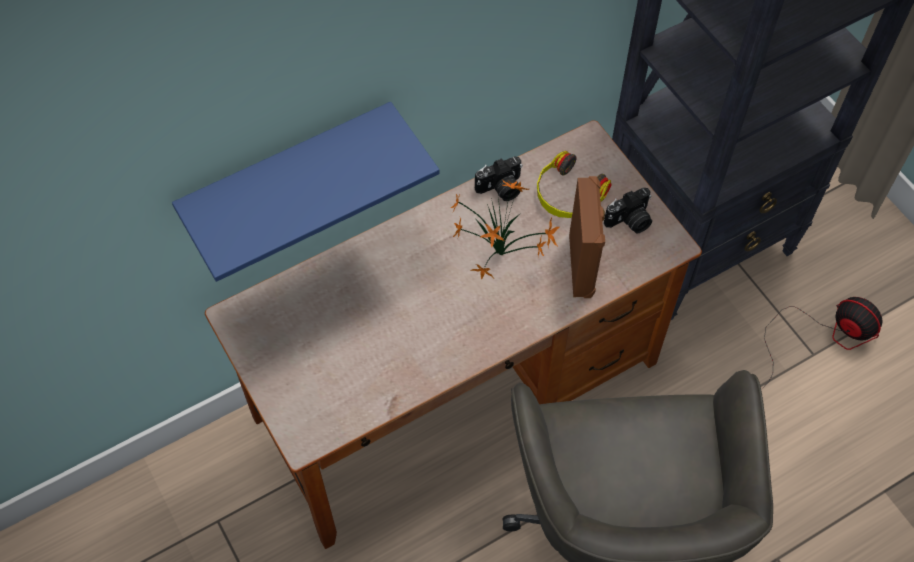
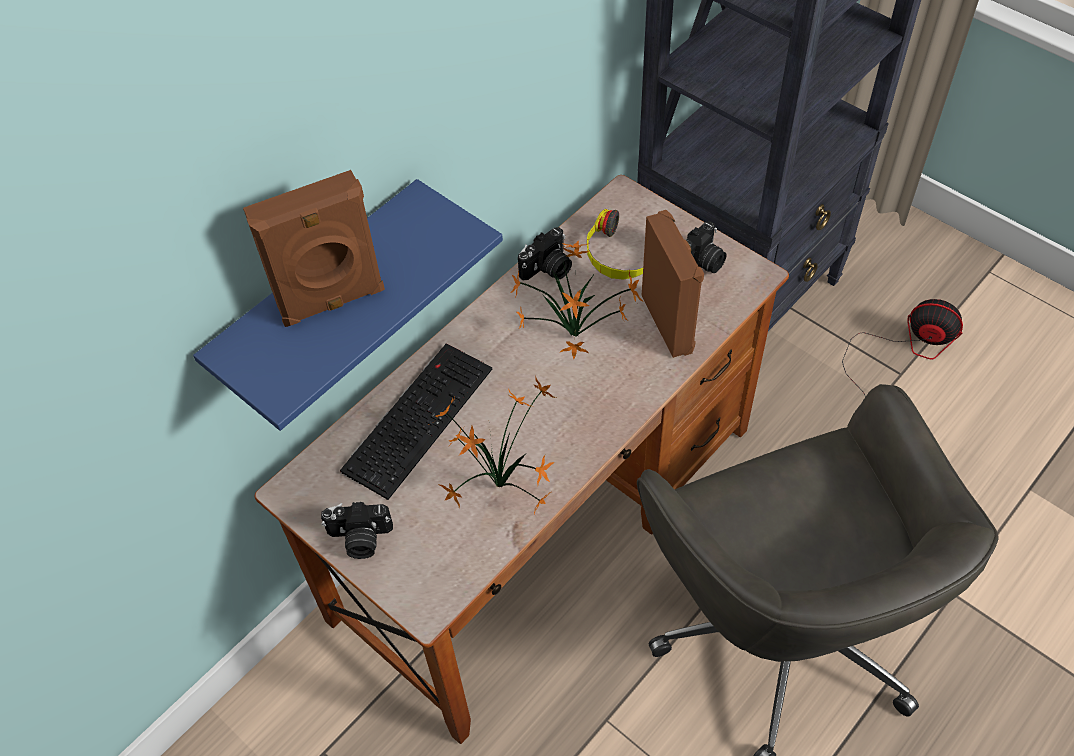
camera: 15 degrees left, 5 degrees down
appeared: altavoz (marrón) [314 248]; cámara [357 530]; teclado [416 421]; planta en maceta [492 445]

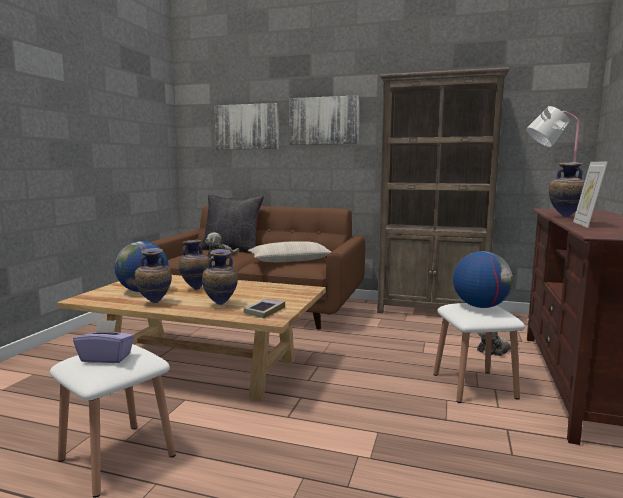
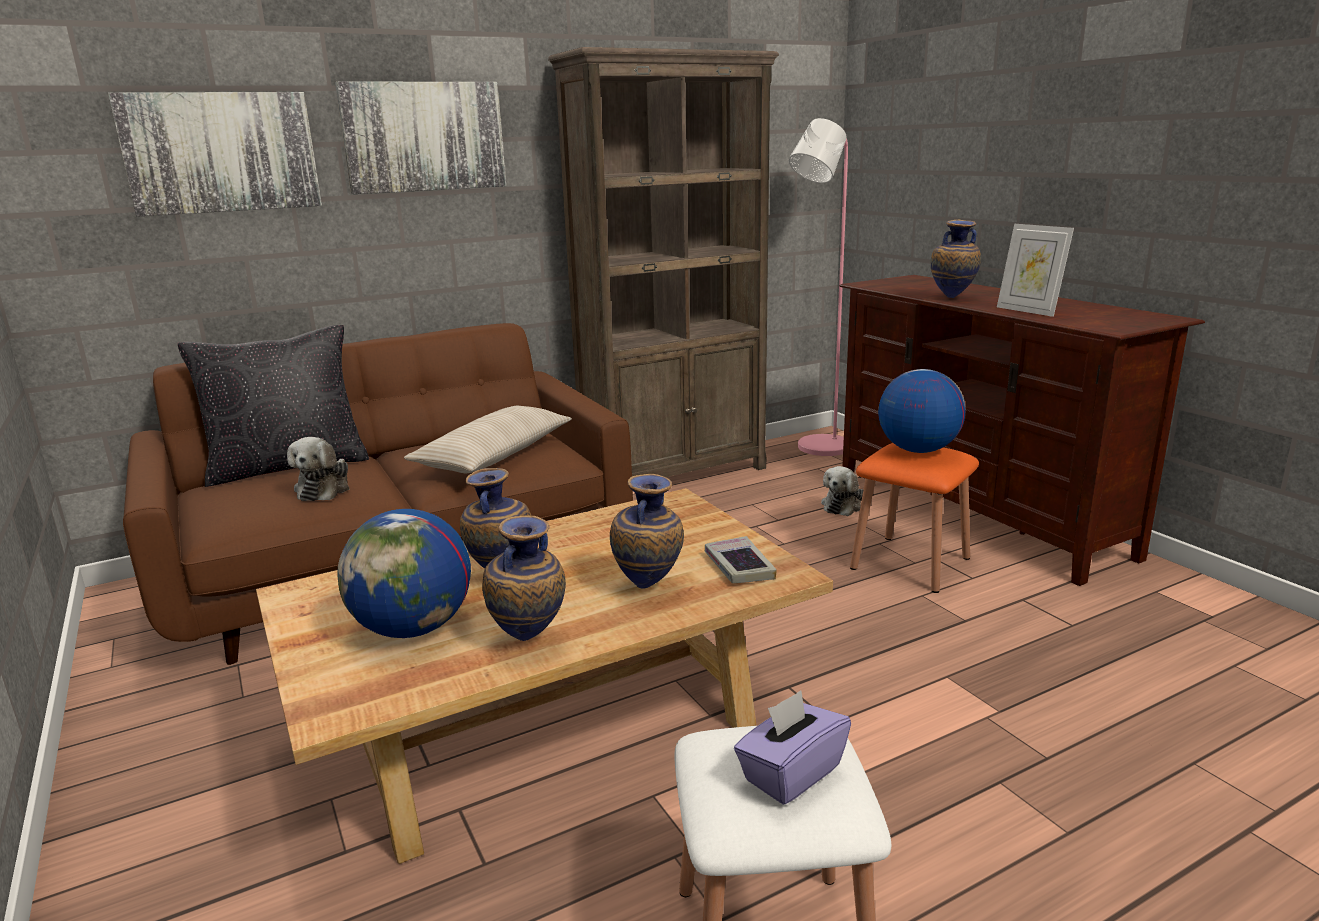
camera: 45 degrees left, 10 degrees up
colour: taburete (blanco) [479 353] to taburete (naranja) [914 518]

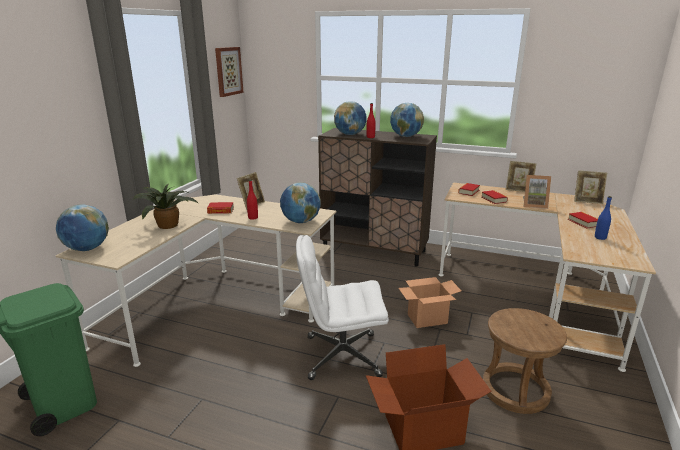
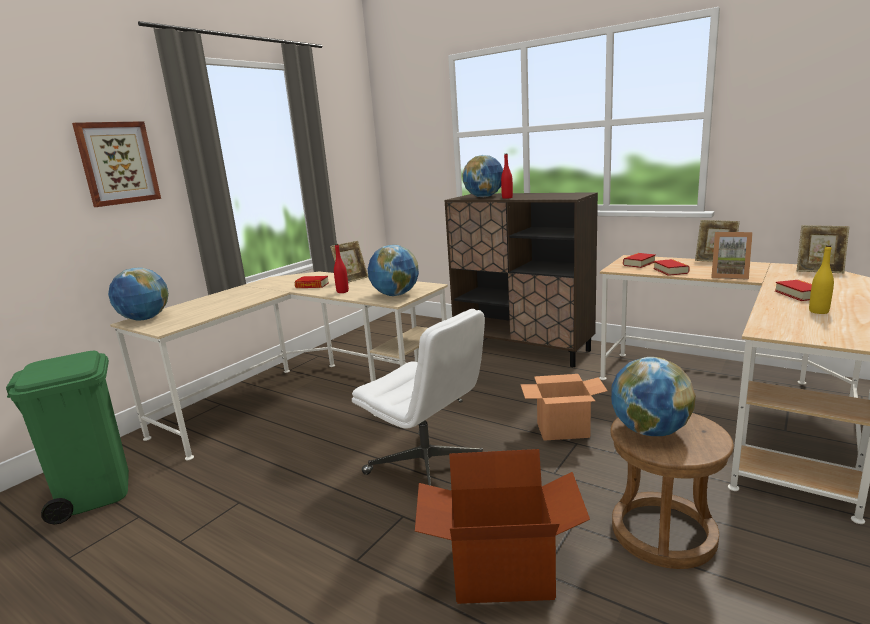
camera: 15 degrees right, 5 degrees down
missing: planta en maceta [165 206]
relocated: cuadro [229 72] to [116 164]; globo terráqueo [407 120] to [653 396]
colour: botella (azul) [603 218] to botella (amarillo) [821 279]
spun: silla de oficina (blanco) [342 307] = [420 397] 150 degrees counterclockwise

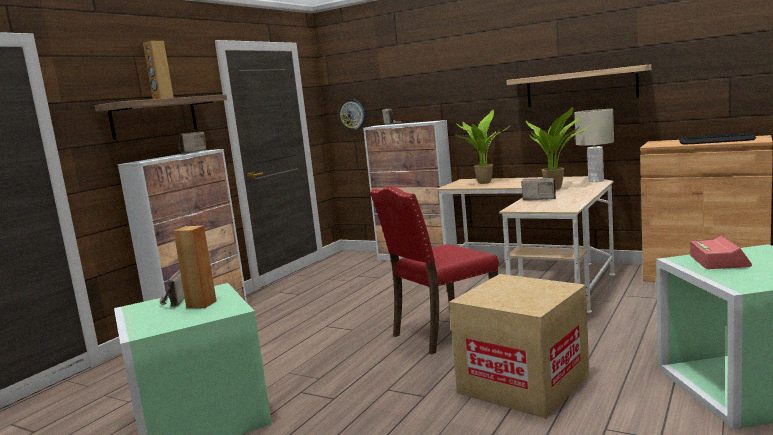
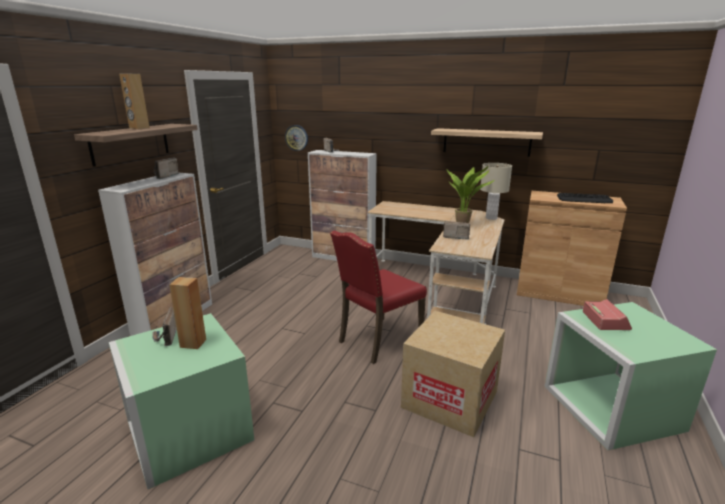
camera: 10 degrees left, 10 degrees up
missing: planta en maceta [482 147]

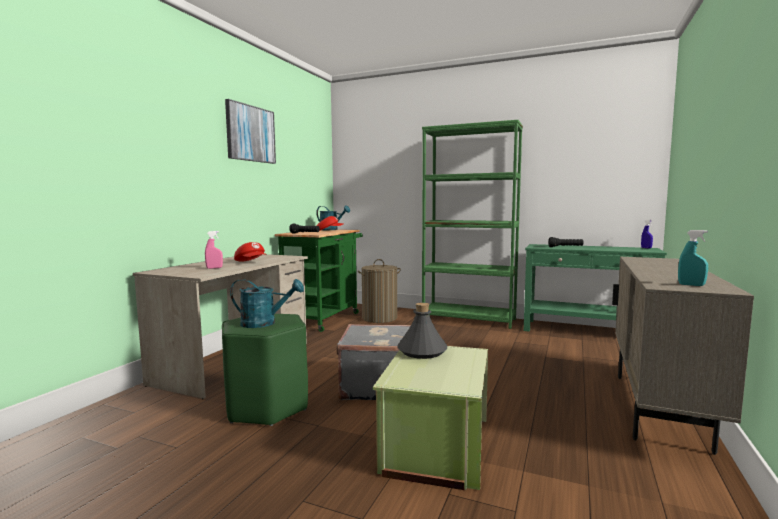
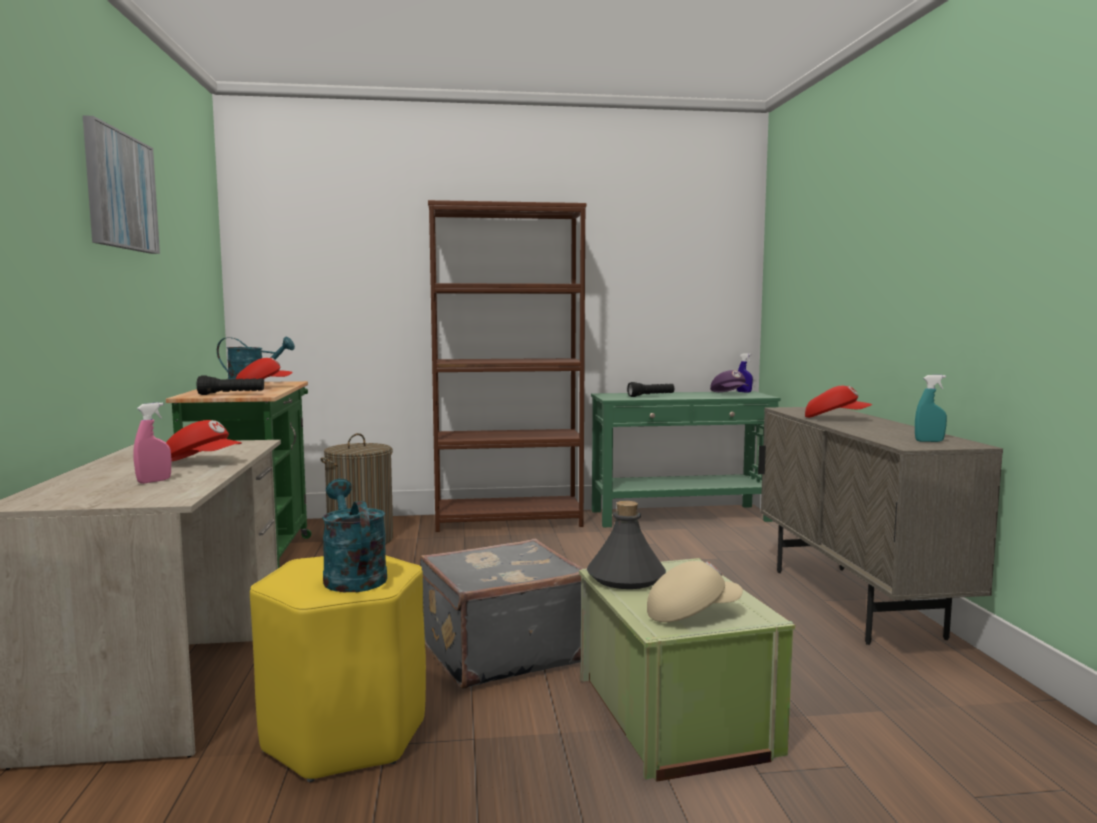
camera: 30 degrees left, 0 degrees up
appeared: gorra (beis) [695 591]; gorra (morado) [729 381]; gorra (rojo) [838 402]
colour: taburete (verde) [265 370] to taburete (amarillo) [338 669]; estantería (verde) [472 224] to estantería (marrón) [507 366]
spun: regadera (turquesa) [267 303] = [354 535] 90 degrees counterclockwise

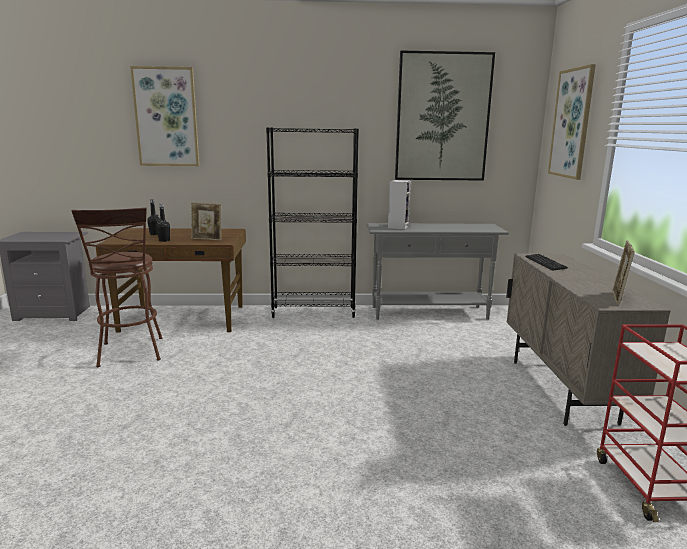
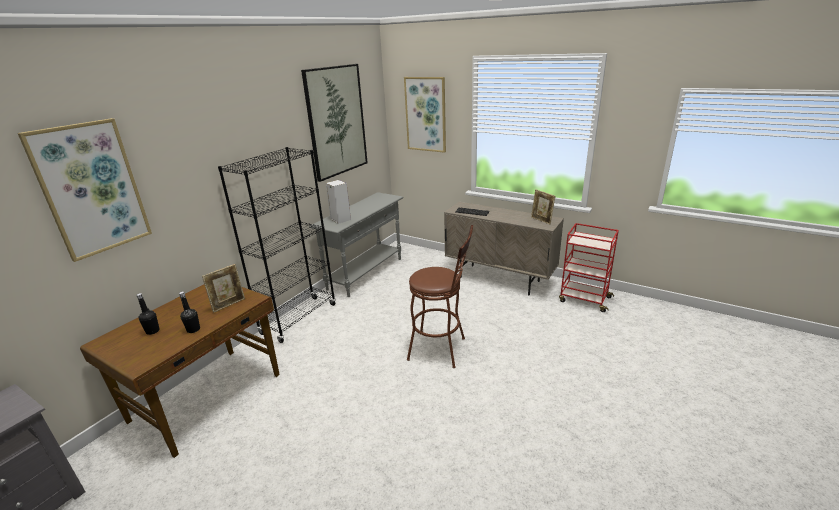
camera: 55 degrees left, 10 degrees up
relocated: taburete (marrón) [116 287] to [440 296]

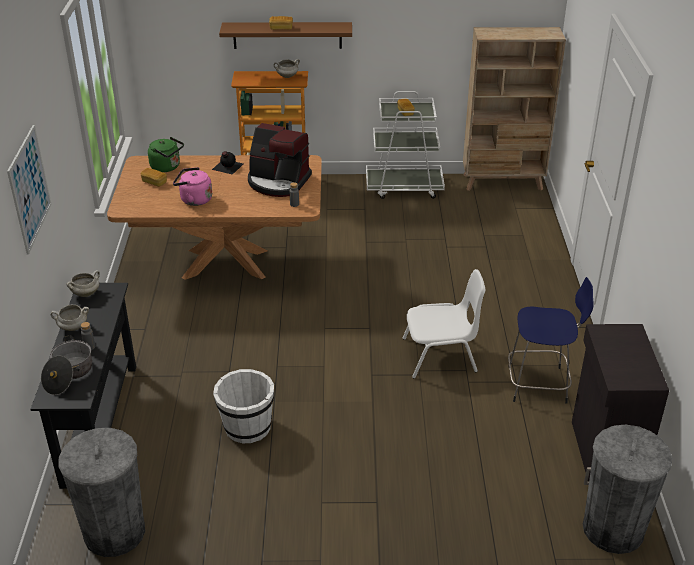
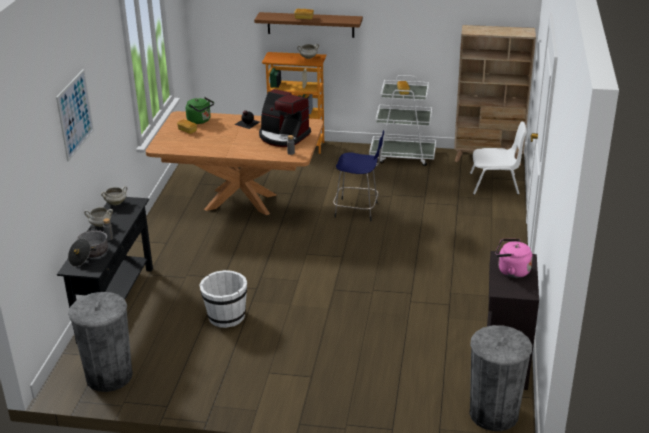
camera: 10 degrees right, 5 degrees down
relocated: taburete (azul) [551 340] to [358 175]; silla (blanco) [444 324] to [498 158]; hervidor (rosa) [192 186] to [513 258]

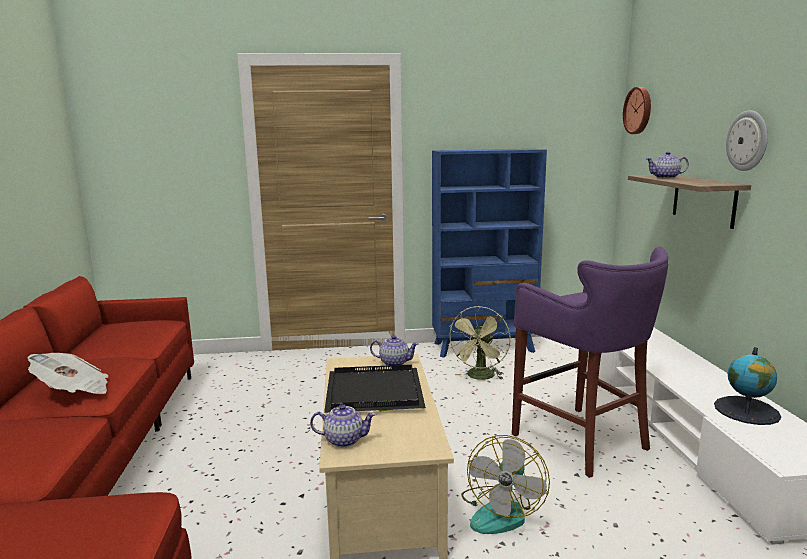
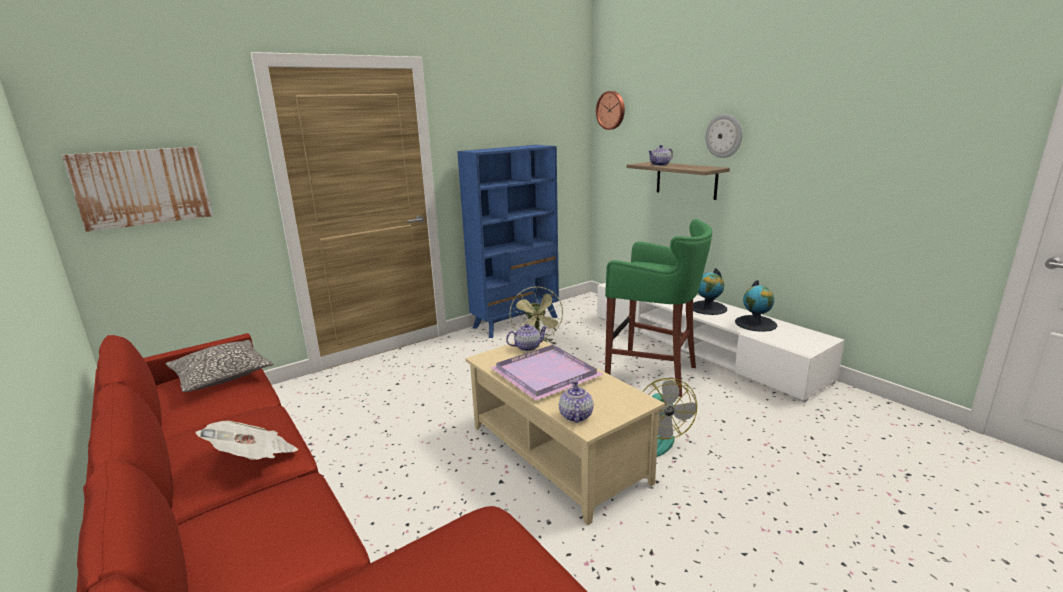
camera: 30 degrees left, 5 degrees up
appeared: cuadro [137 189]; cojín [220 366]; globo terráqueo [710 291]
colour: bandeja (negro) [375 389] to bandeja (morado) [547 373]; taburete (morado) [590 362] to taburete (verde) [658 308]
spun: tetera [343 425] = [576 401] 60 degrees counterclockwise

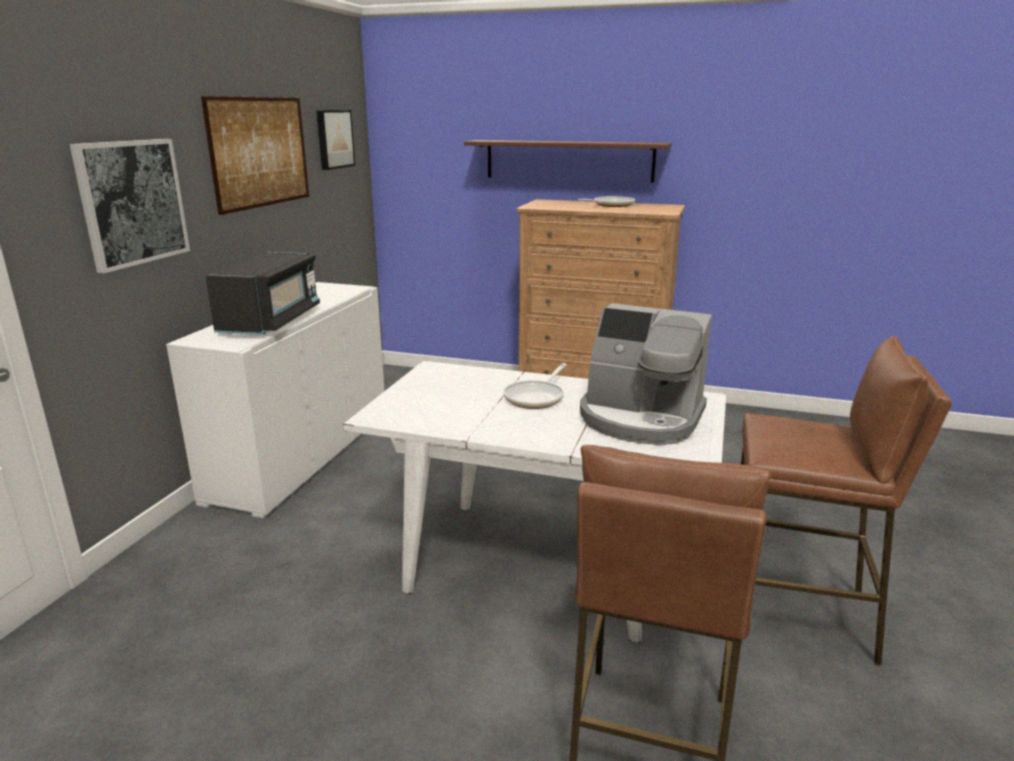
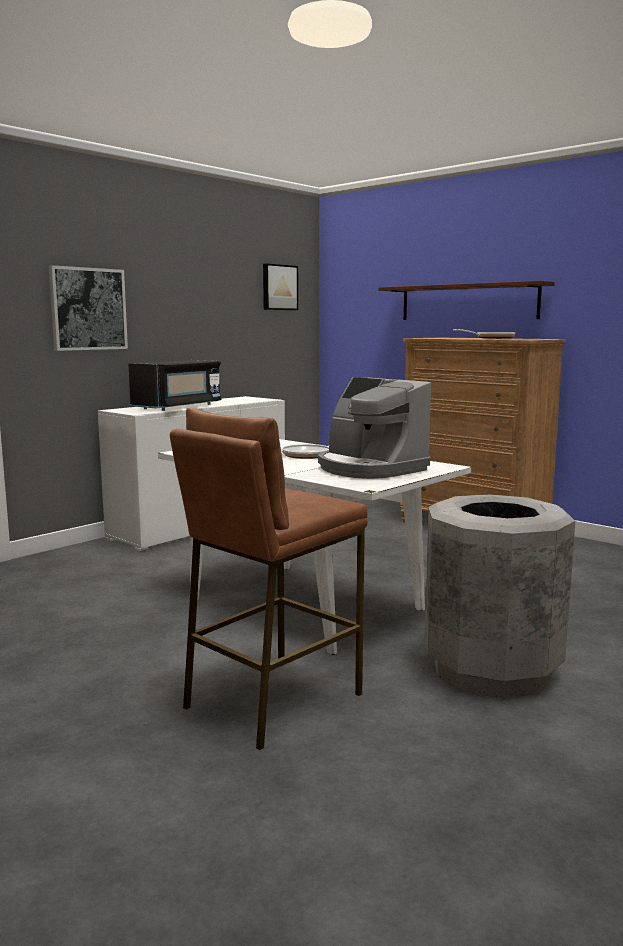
camera: 25 degrees right, 10 degrees down
missing: cuadro [255 155]
exchanged: taburete (marrón) [846 501] to papelera (gris) [499 596]

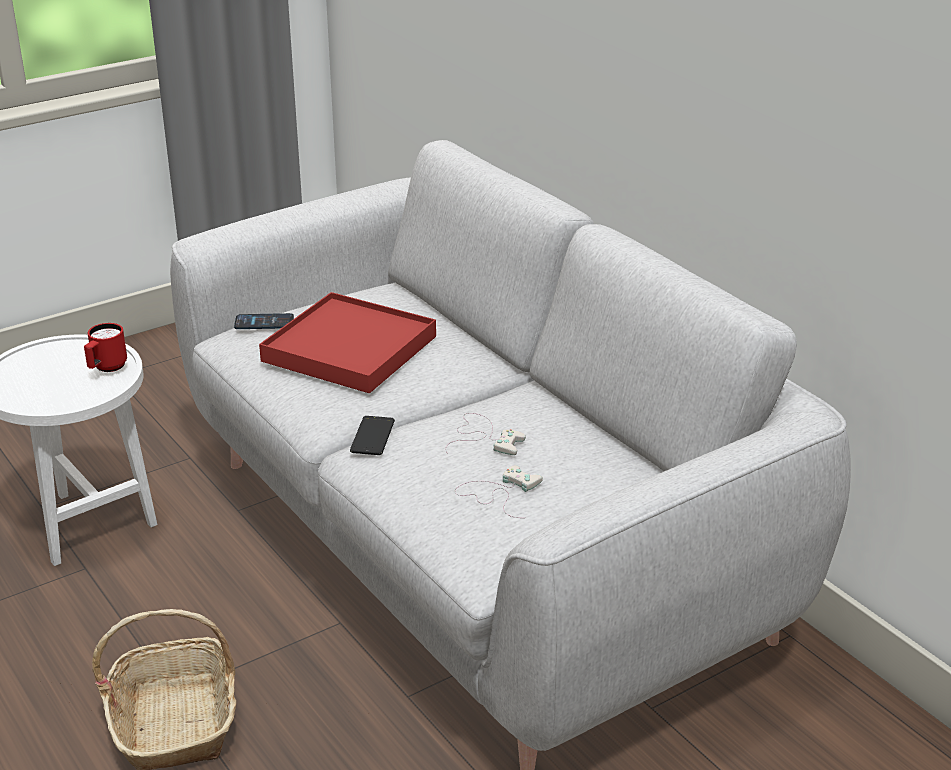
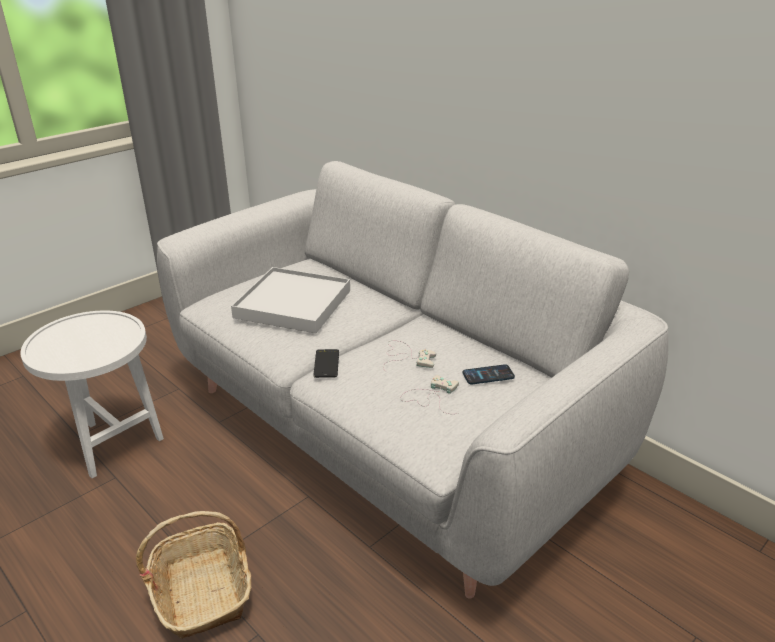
camera: 10 degrees left, 0 degrees up
missing: taza grande (rojo) [105 347]
relocated: móvil [264 321] to [489 374]
colour: bandeja (rojo) [347 342] to bandeja (blanco) [290 300]

